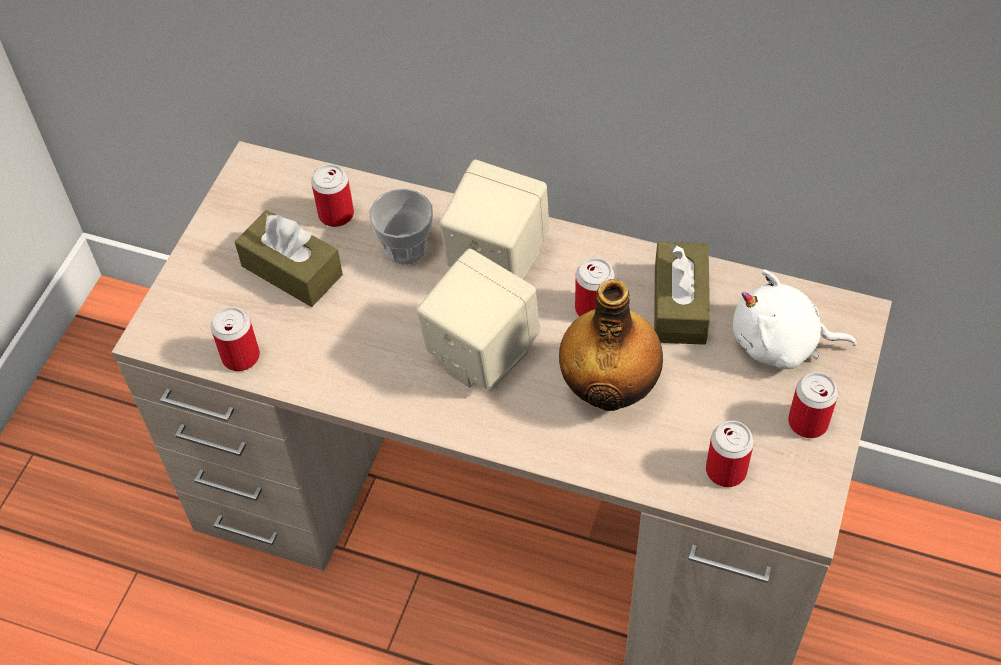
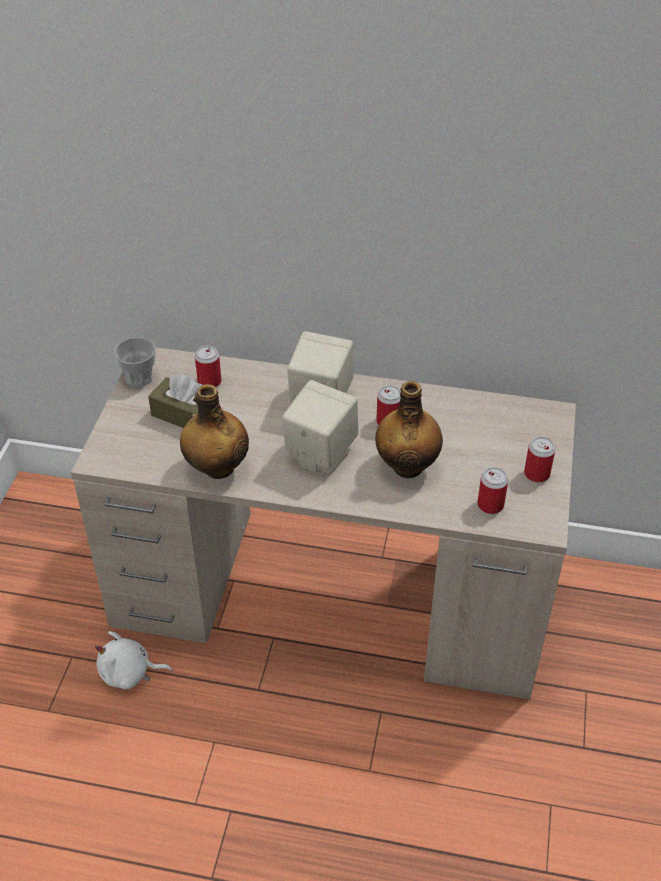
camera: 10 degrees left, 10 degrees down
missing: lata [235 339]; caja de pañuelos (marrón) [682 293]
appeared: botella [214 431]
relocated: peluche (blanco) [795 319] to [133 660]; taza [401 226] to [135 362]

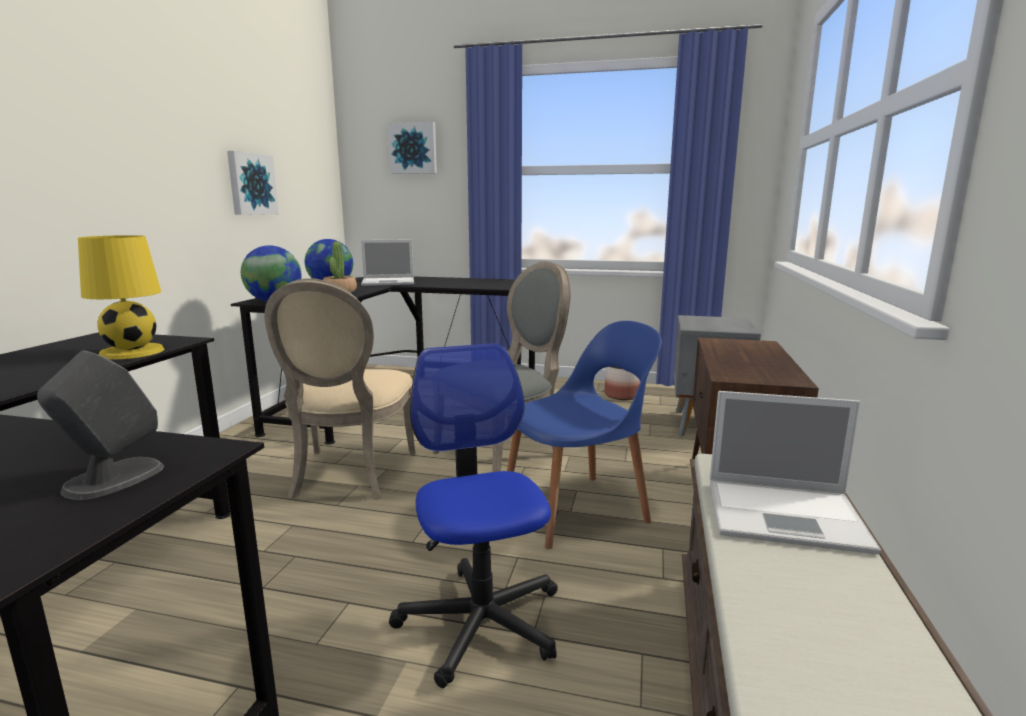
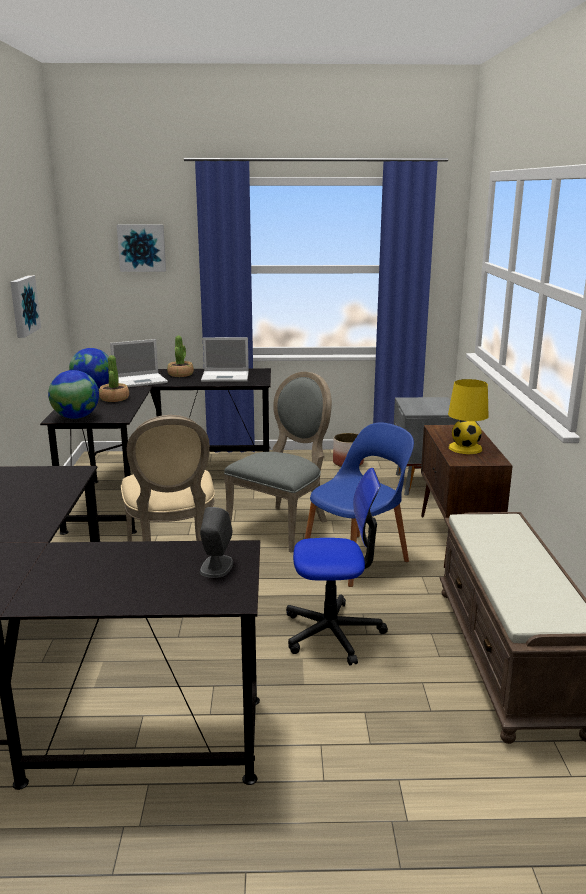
camera: 15 degrees left, 5 degrees up
appeared: planta en maceta [180 356]
relocated: portátil [795 473] to [225 359]; lámpara de mesa (amarillo) [121 297] to [468 416]
spun: silla de oficina [473 515] = [337 567] 120 degrees clockwise

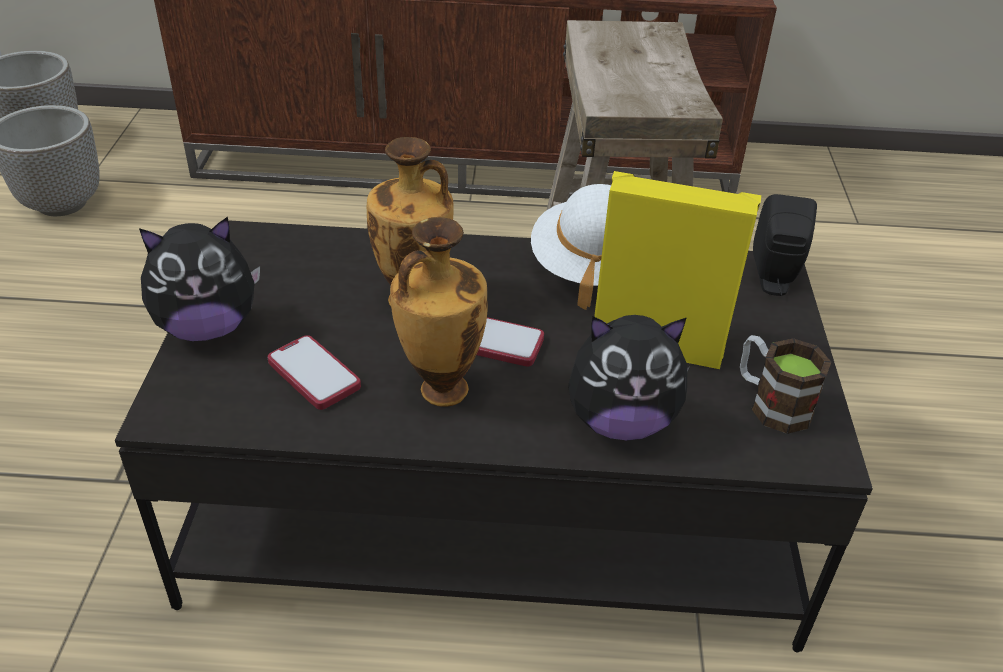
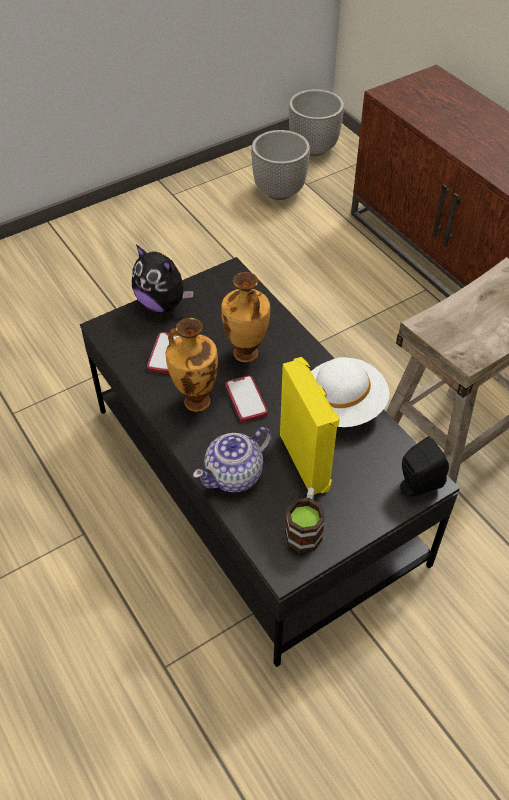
camera: 55 degrees right, 10 degrees up
exchanged: peluche [629 377] to tetera [232 460]

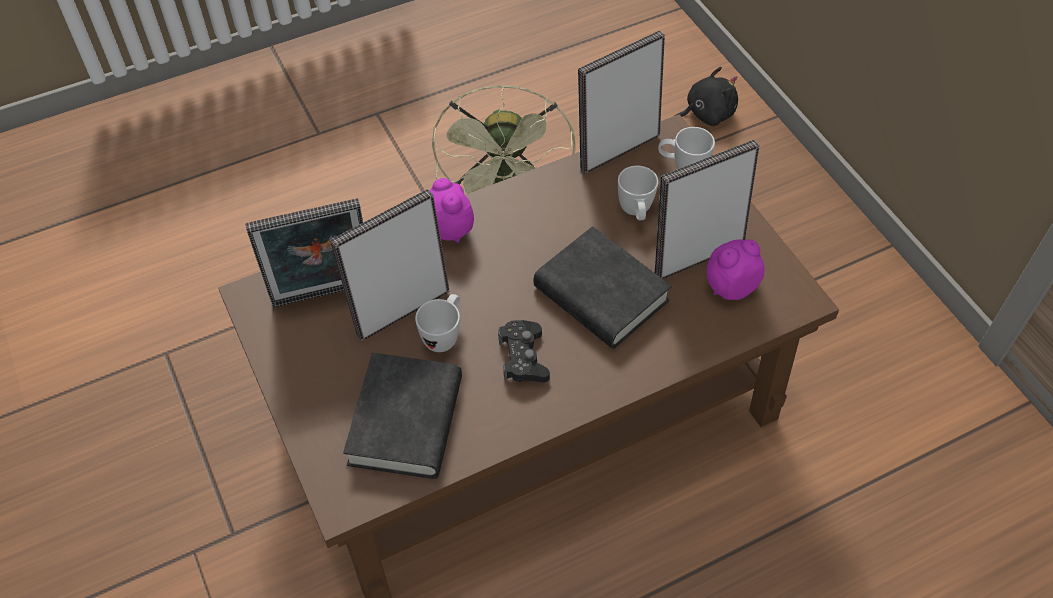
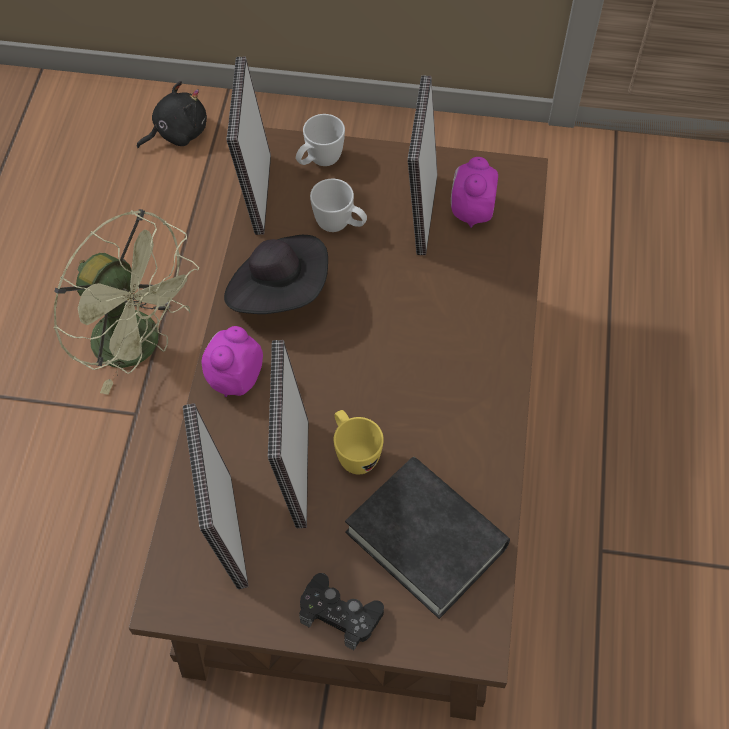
camera: 55 degrees left, 5 degrees up
missing: libro (negro) [603 287]
appeared: sombrero (negro) [276 274]
relocated: mando de consola (negro) [524 351] to [341 611]
colour: taza grande (blanco) [437 323] to taza grande (amarillo) [359 442]
spun: peluche (negro) [706 96] = [172 114] 45 degrees clockwise; portarretratos [304 253] = [216 496] 150 degrees clockwise; despertador [451 210] = [232 361] 105 degrees clockwise

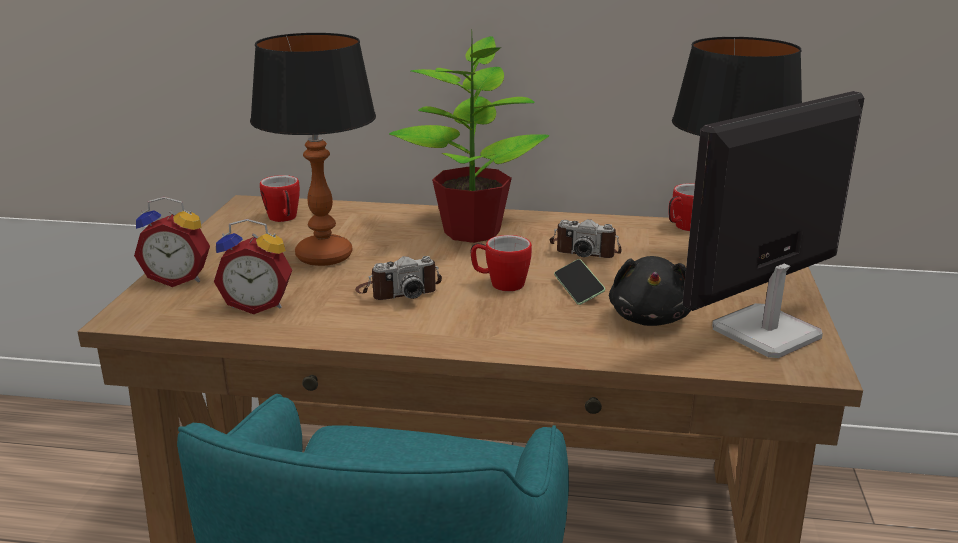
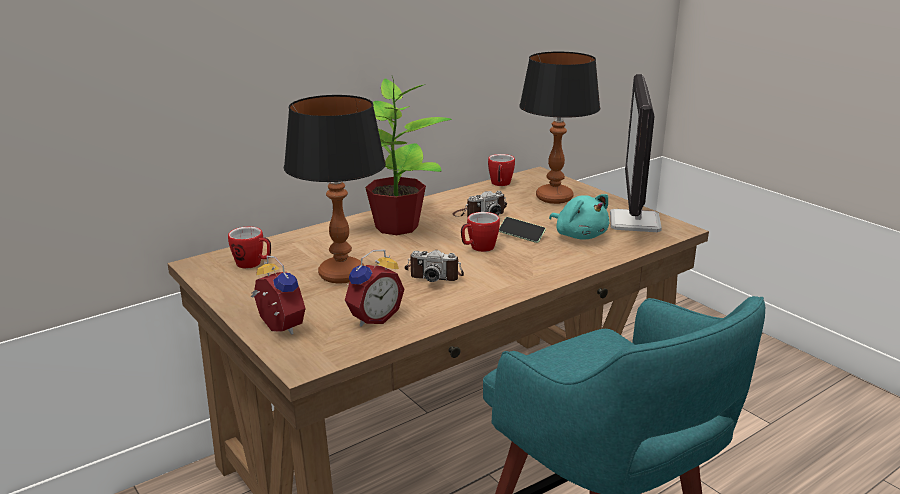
camera: 45 degrees left, 0 degrees up
colour: peluche (negro) [650 291] to peluche (turquesa) [579 217]
spun: despertador [172 242] = [278 295] 90 degrees counterclockwise; cámara [398 278] = [434 266] 75 degrees clockwise

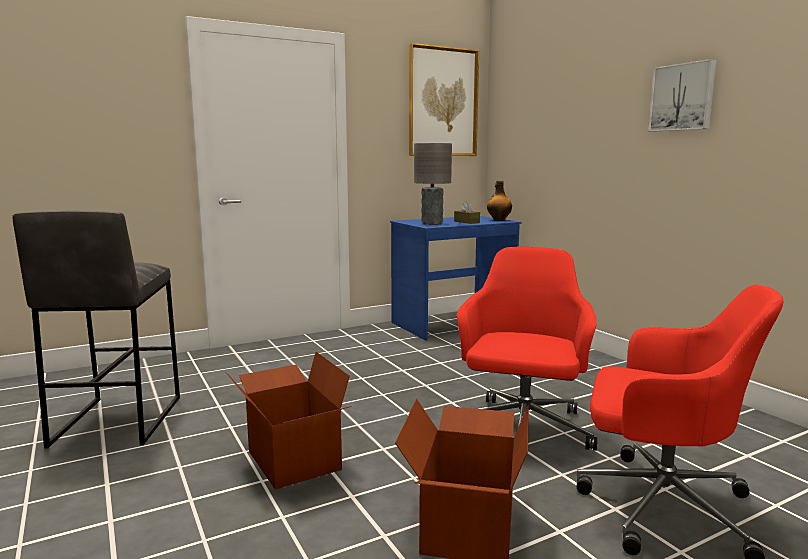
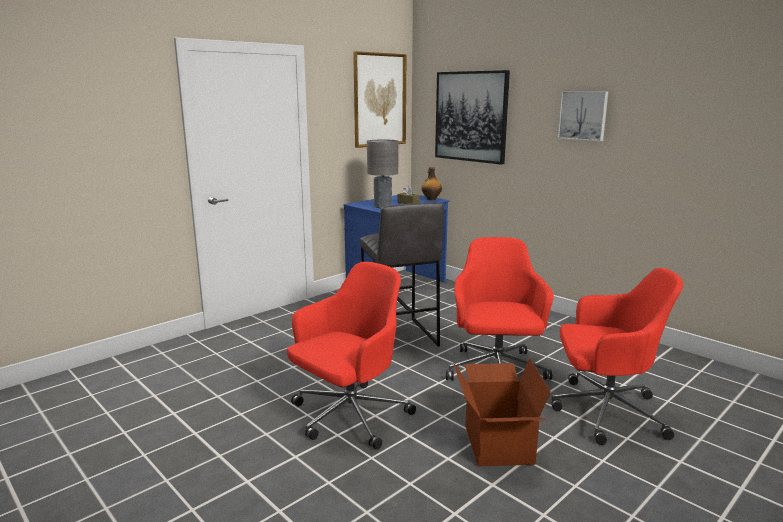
camera: 15 degrees left, 5 degrees up
appeared: cuadro [472 117]
relocated: taburete (gris) [96 329] to [402 274]
exchanged: caja de cartón [289 420] to silla de oficina (rojo) [351 356]

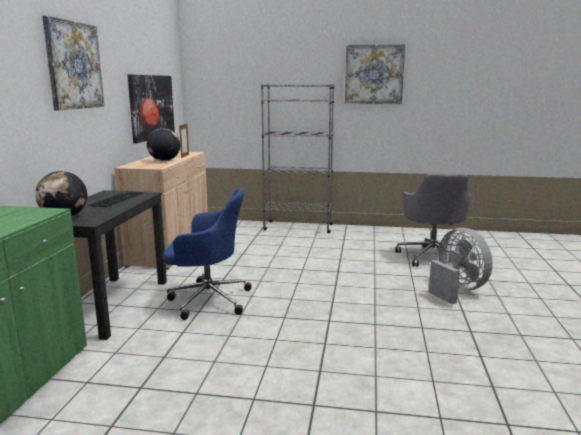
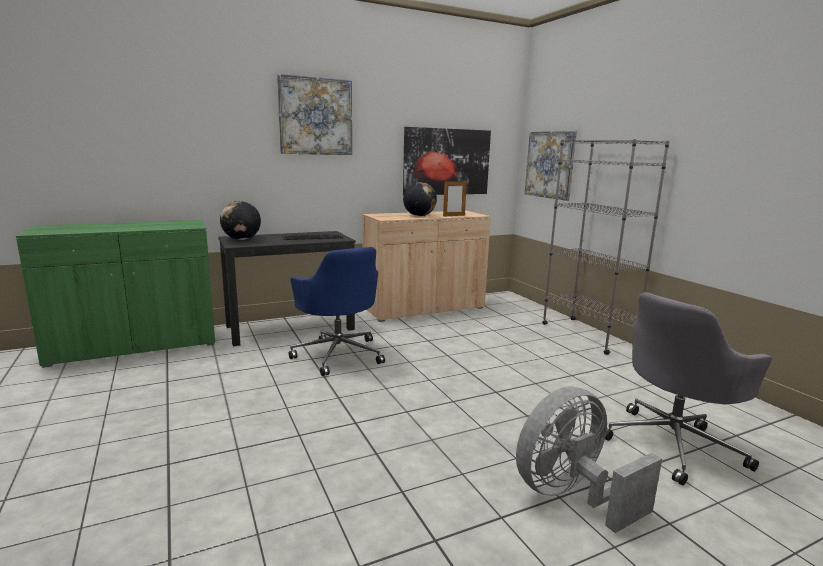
camera: 55 degrees right, 0 degrees up
relocated: cuadro [375 74] to [551 166]
spun: ventilador (gris) [461 266] = [589 460] 150 degrees counterclockwise

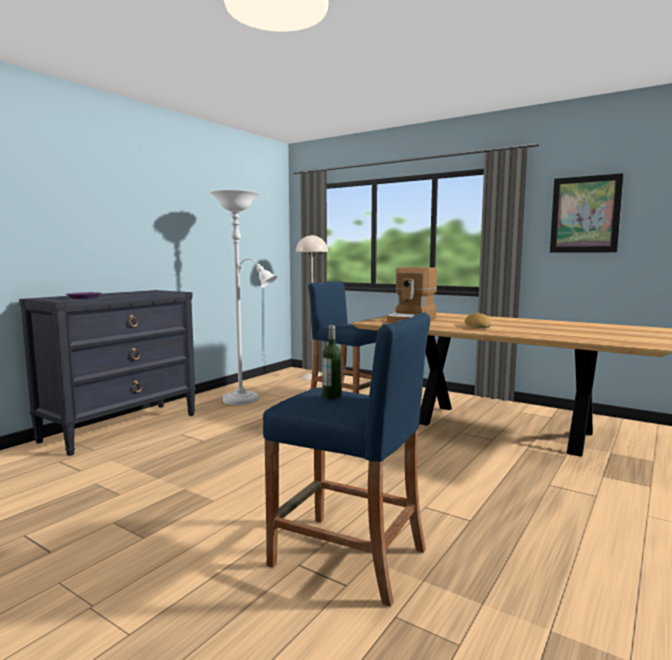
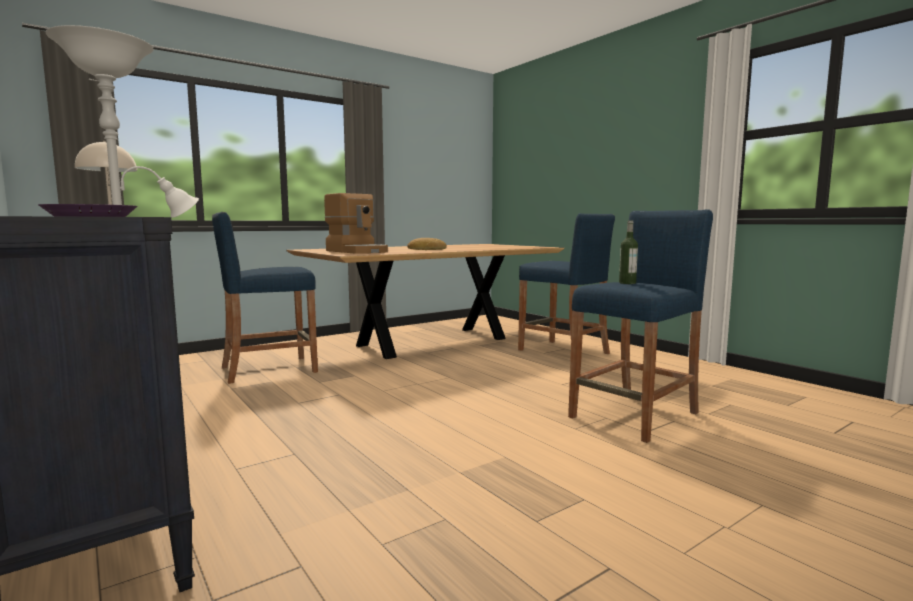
camera: 70 degrees left, 0 degrees up
missing: cuadro [587 213]
appeared: taburete (azul) [566 283]

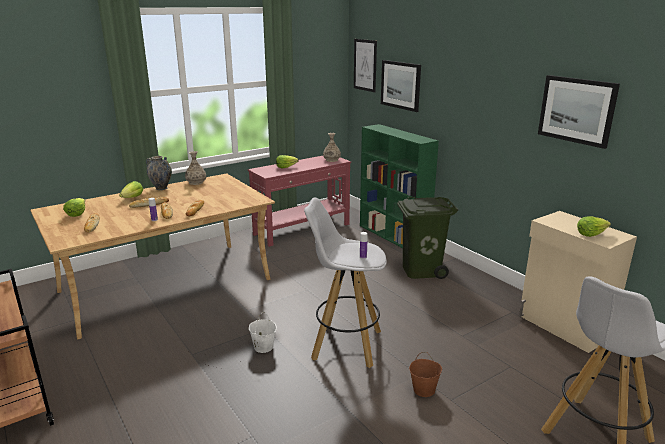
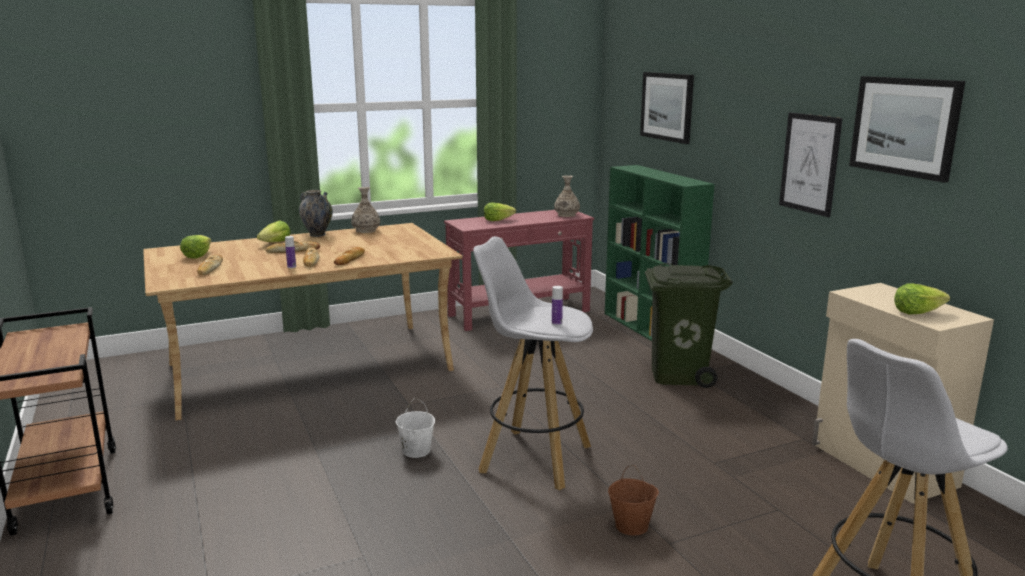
camera: 10 degrees right, 5 degrees down
relocated: cuadro [365 65] to [811 165]

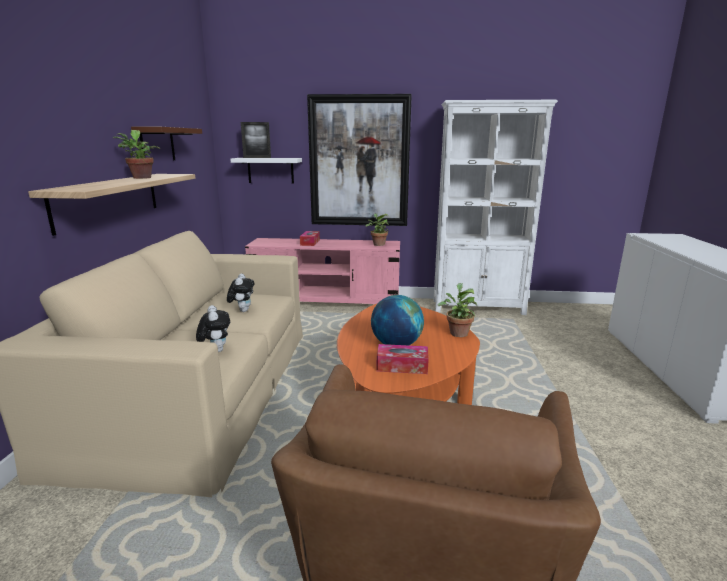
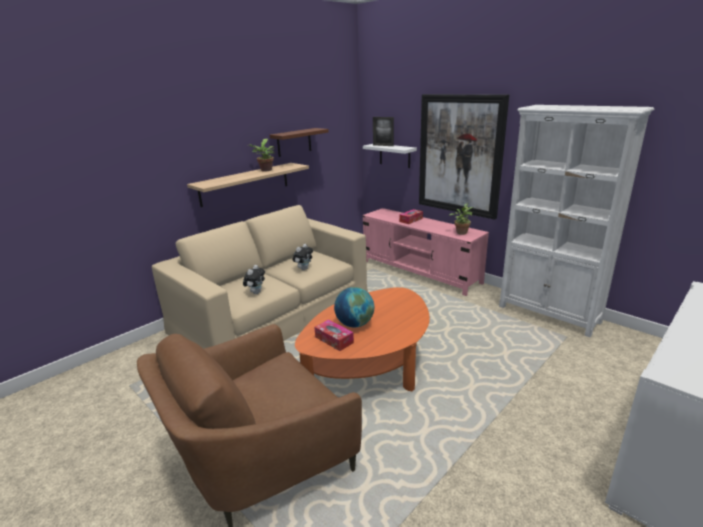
camera: 40 degrees right, 5 degrees up
missing: planta en maceta [457 310]

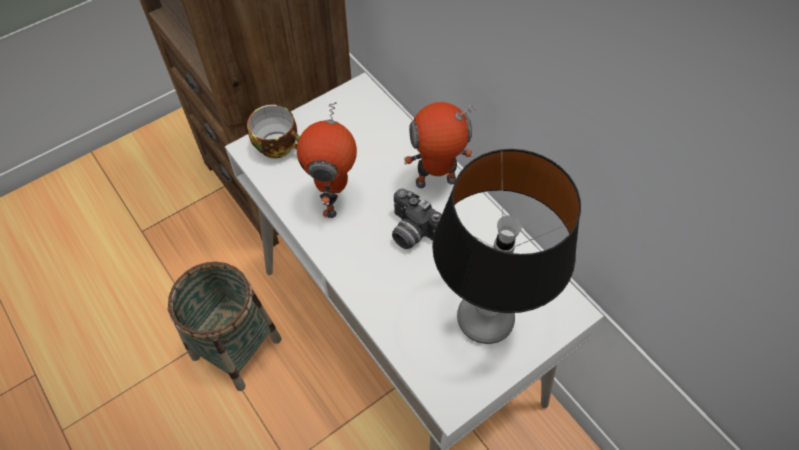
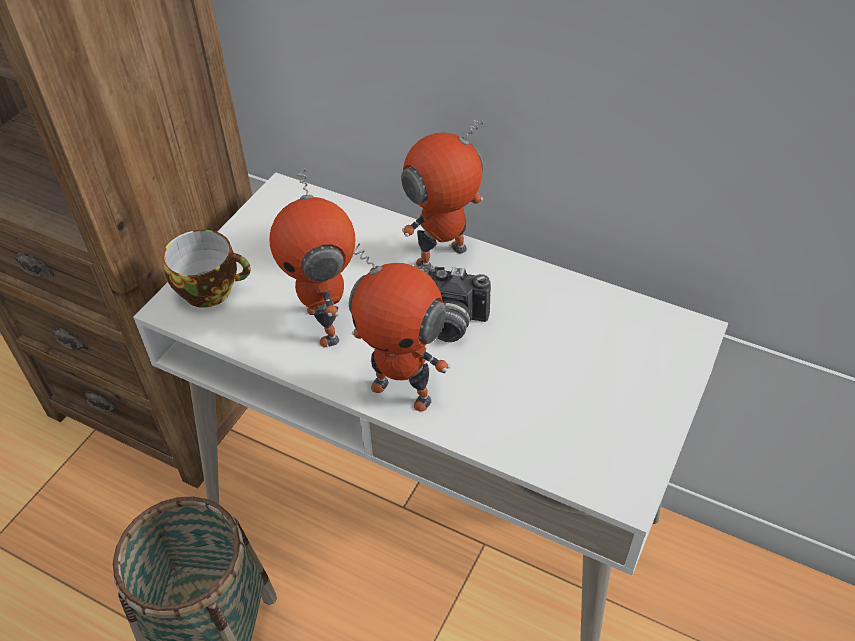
camera: 25 degrees left, 10 degrees down
missing: lámpara de mesa [506 246]
appeared: robot de juguete [399 327]

